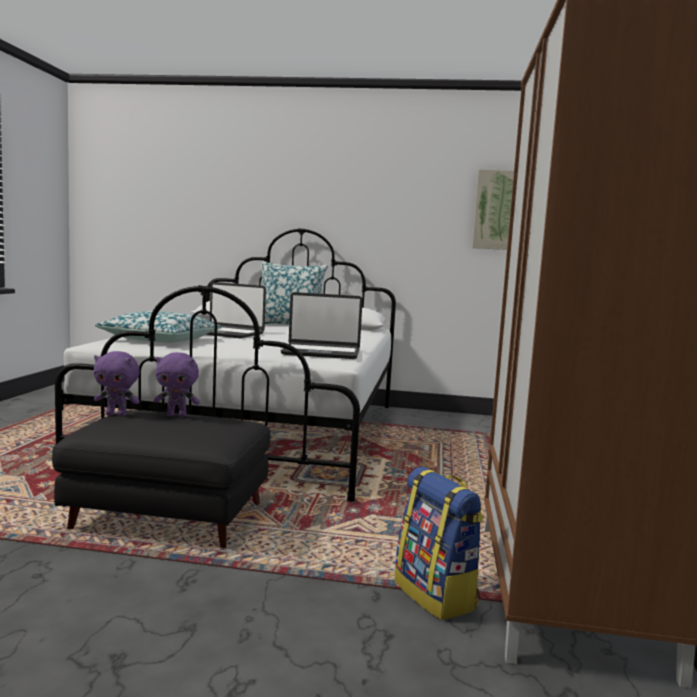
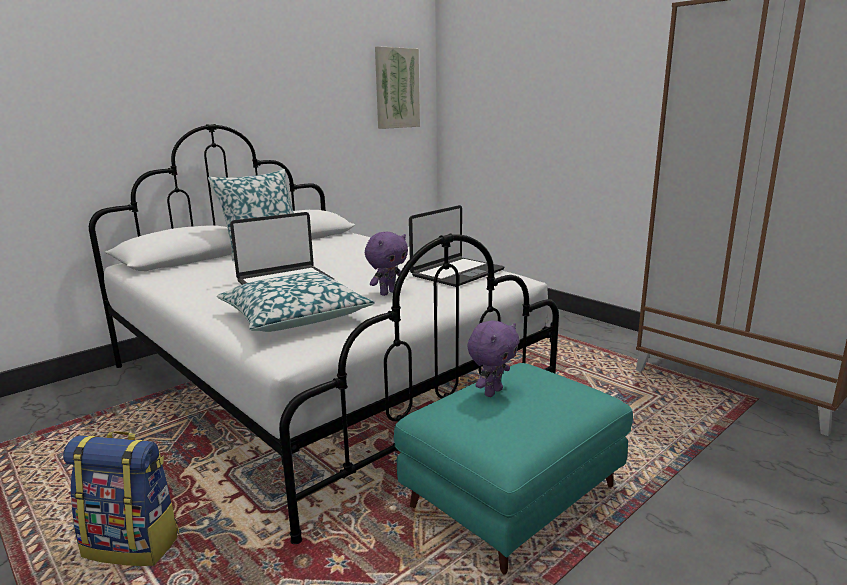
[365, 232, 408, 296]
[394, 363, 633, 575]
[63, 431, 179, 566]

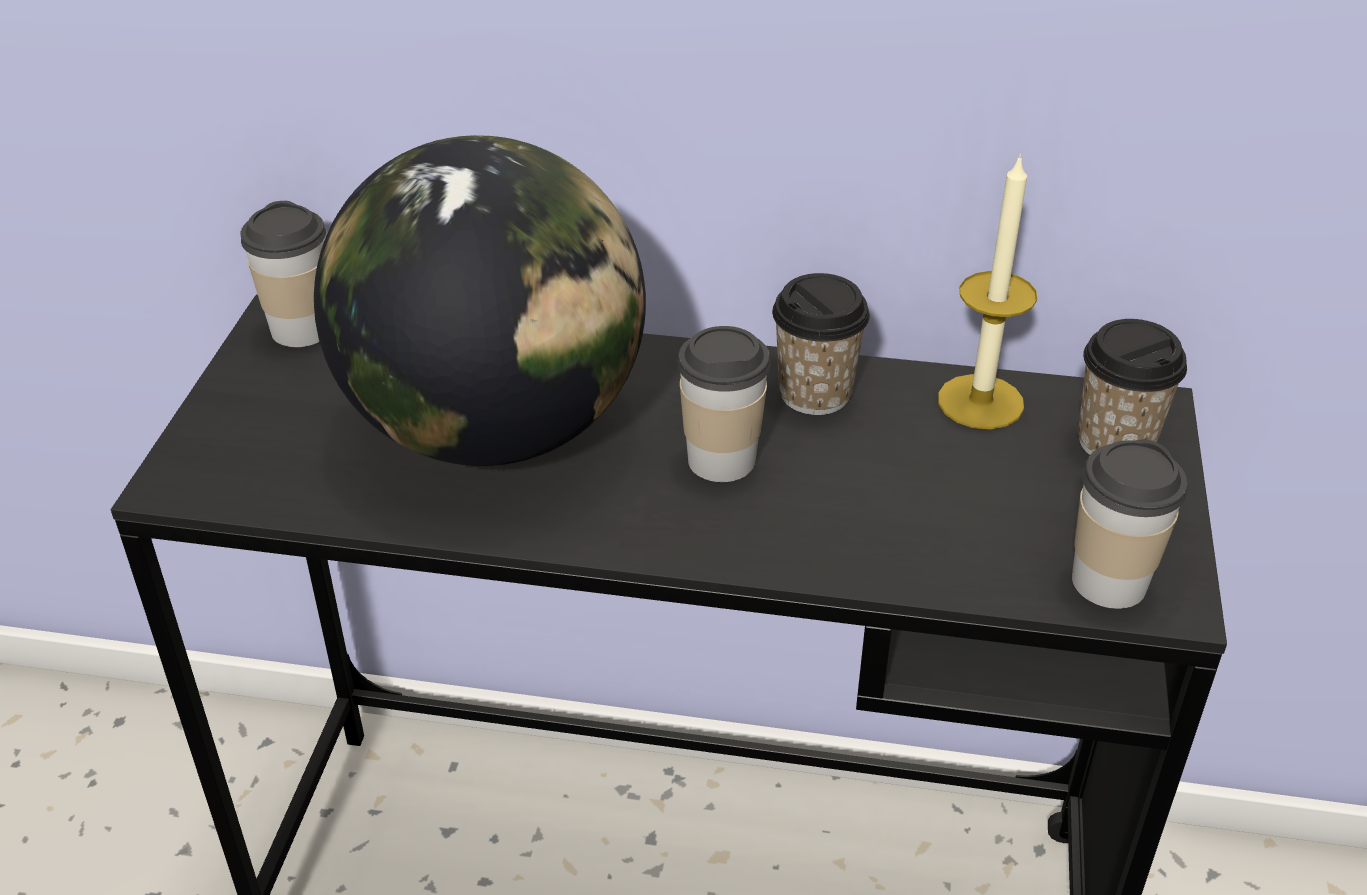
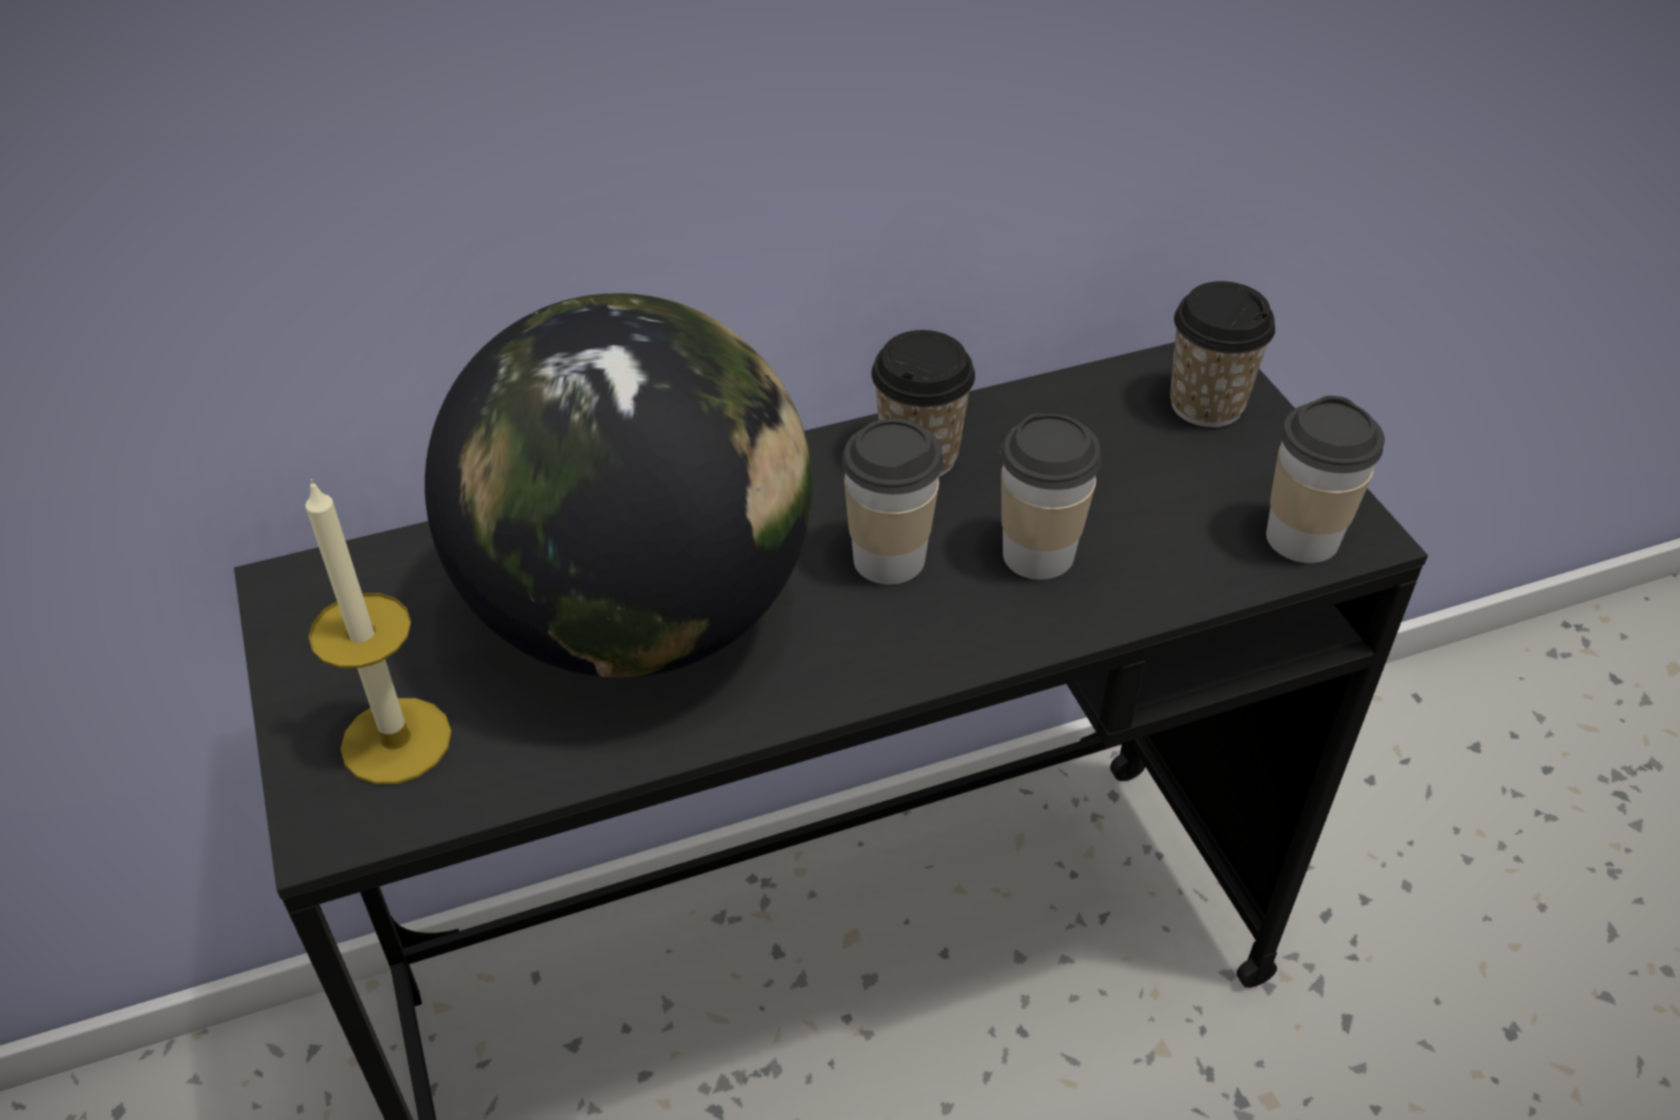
[305, 479, 452, 784]
[1001, 413, 1102, 580]

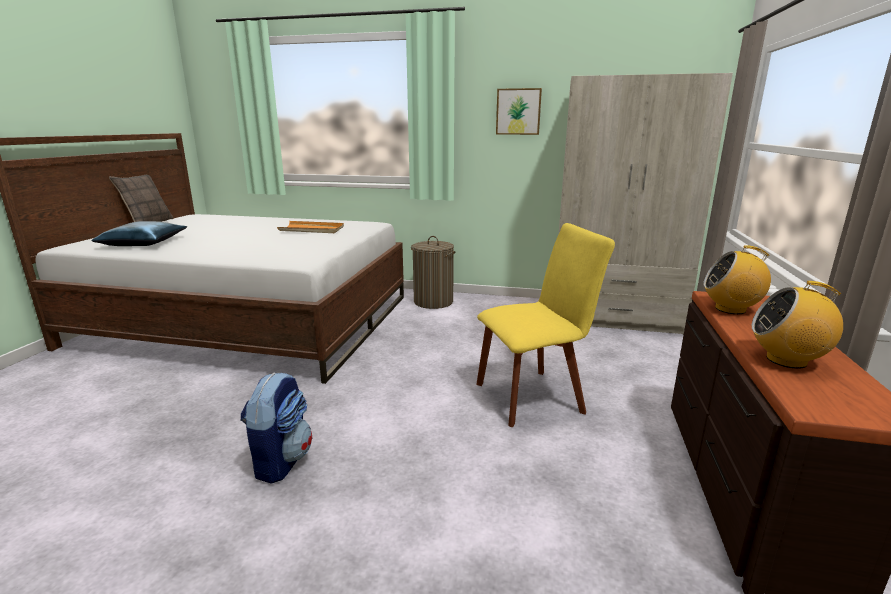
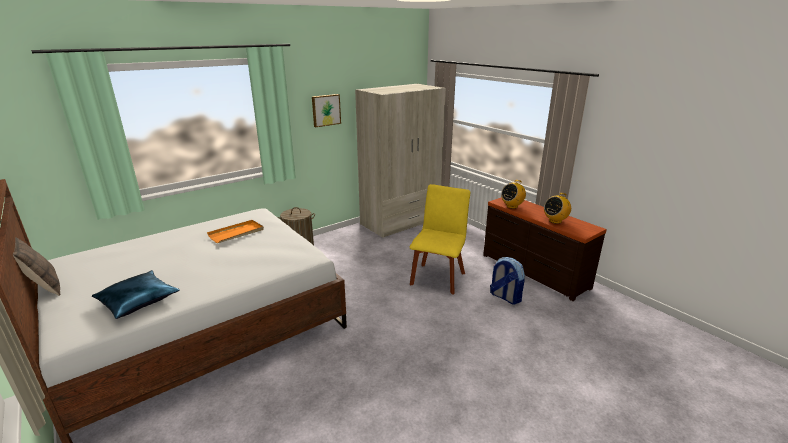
[490, 257, 525, 305]

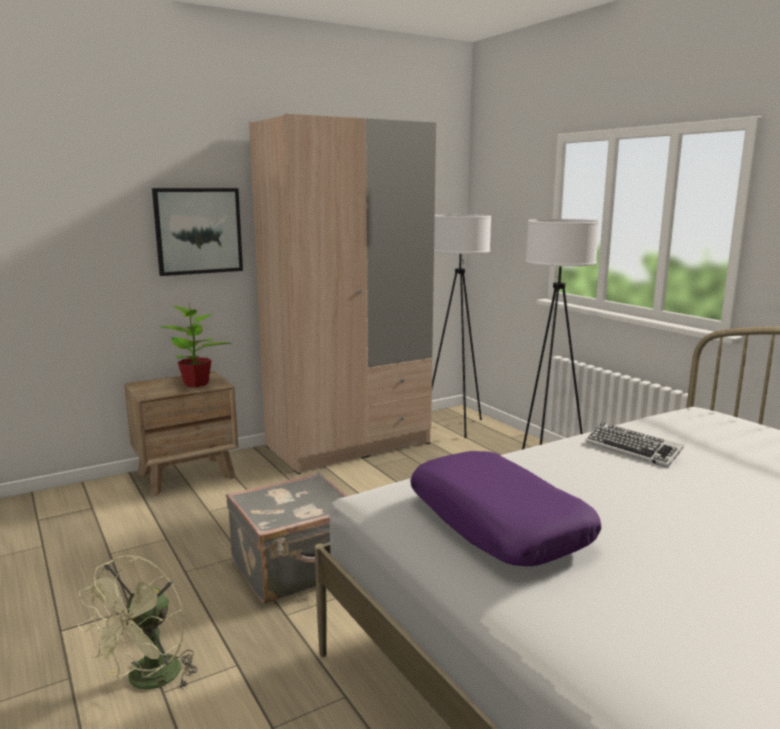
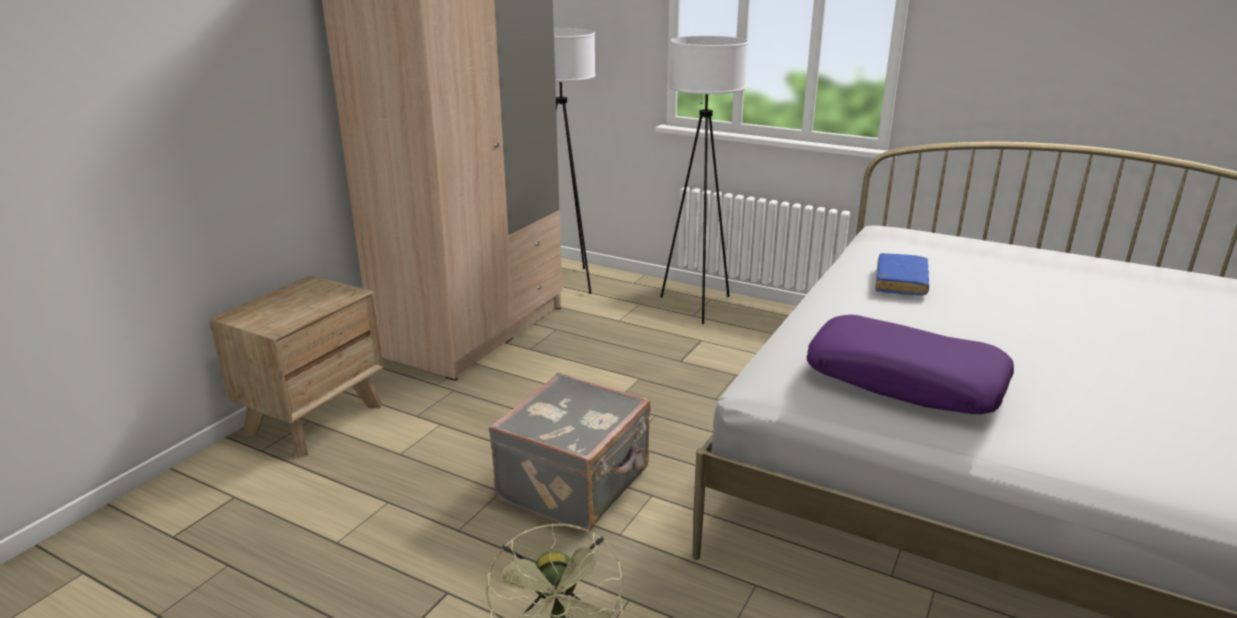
[152, 188, 243, 276] (first image)
[160, 306, 233, 387] (first image)
[875, 253, 929, 295]

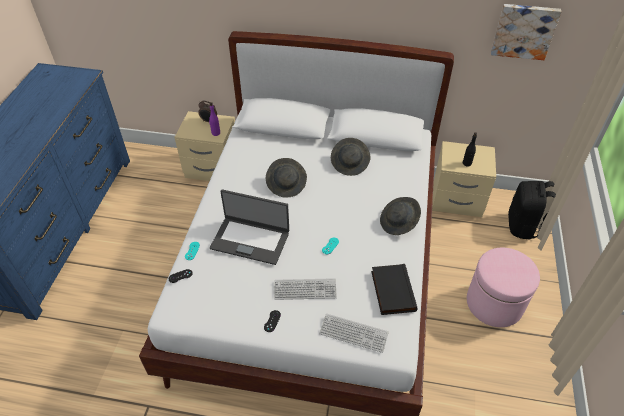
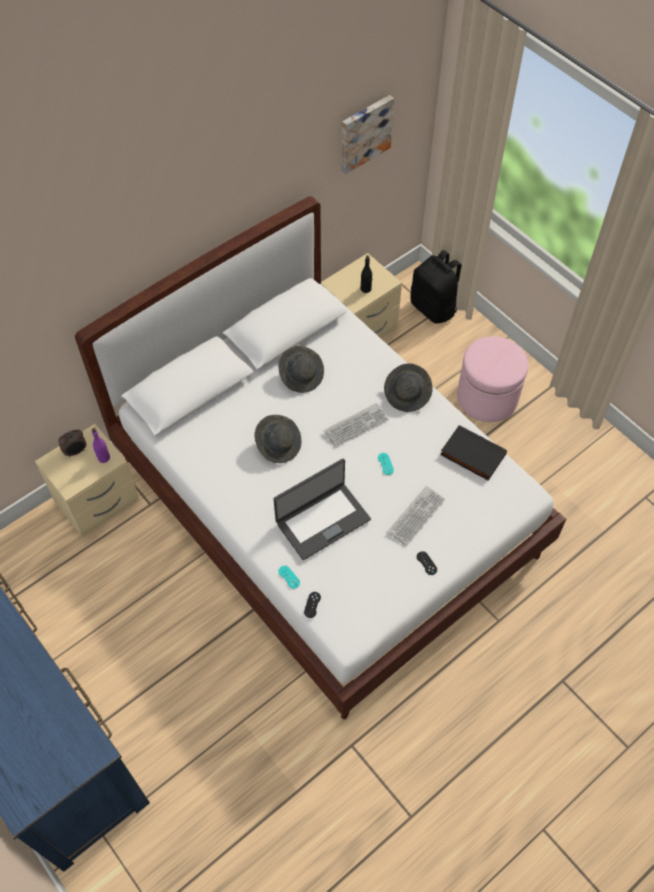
[323, 403, 389, 448]

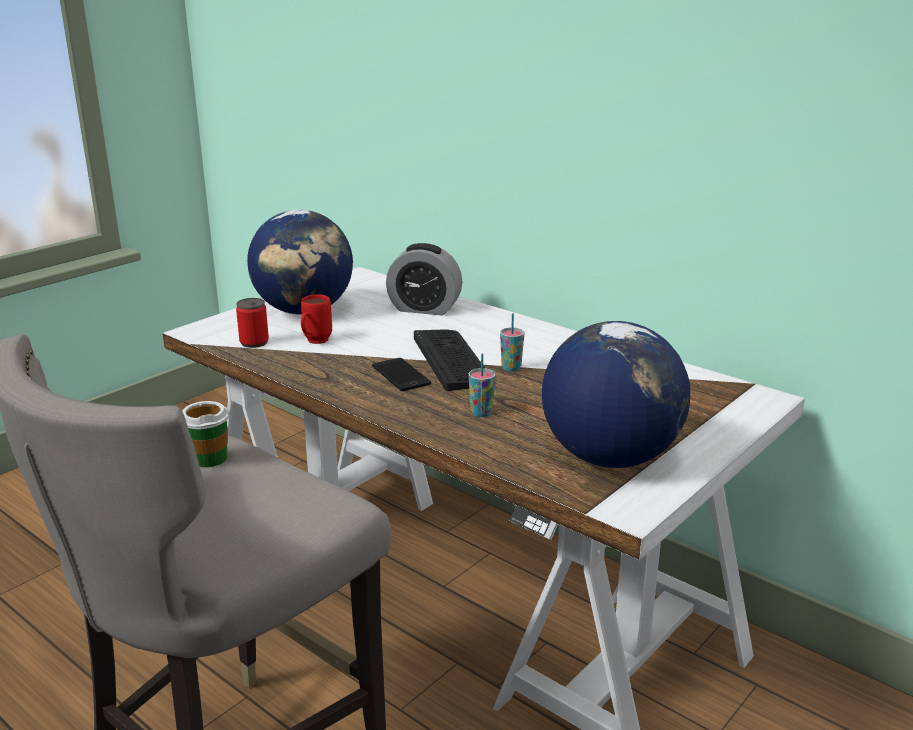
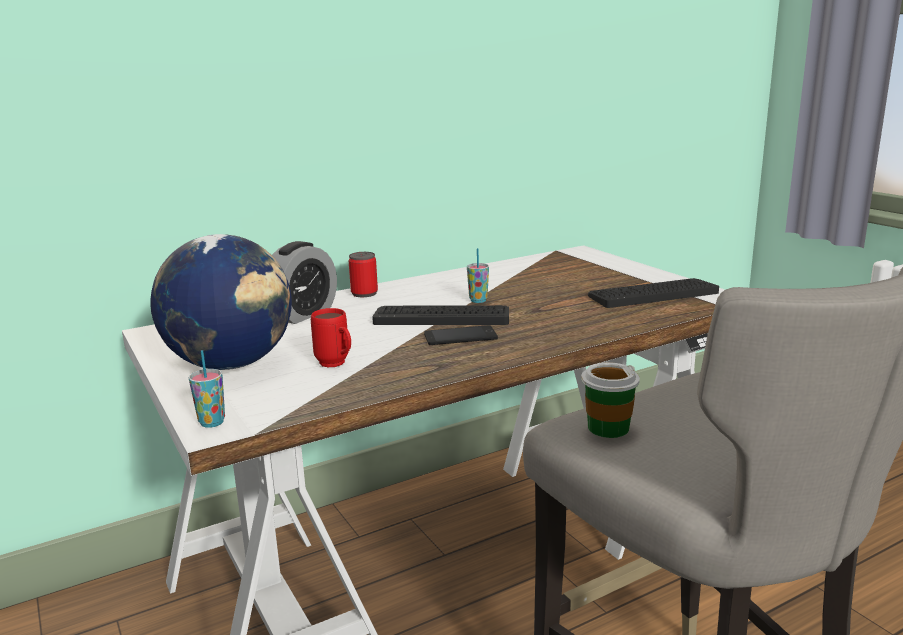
[349, 252, 378, 297]
[588, 278, 719, 308]
[188, 350, 225, 428]

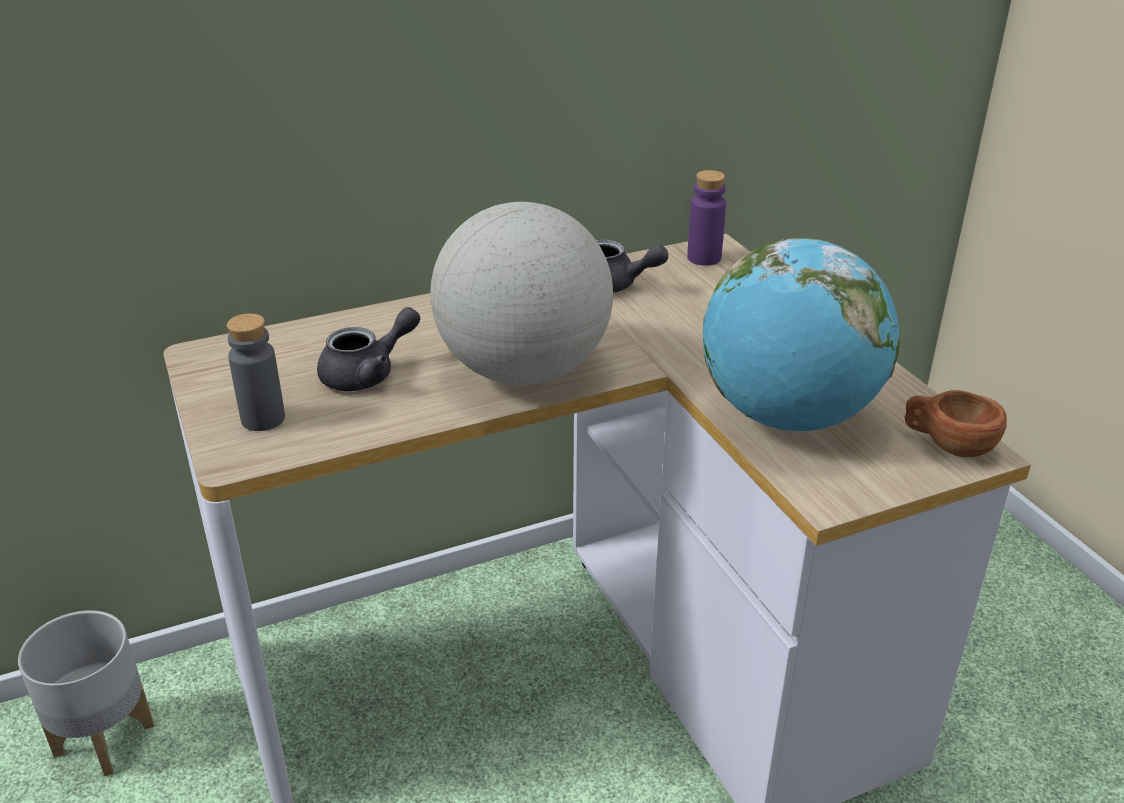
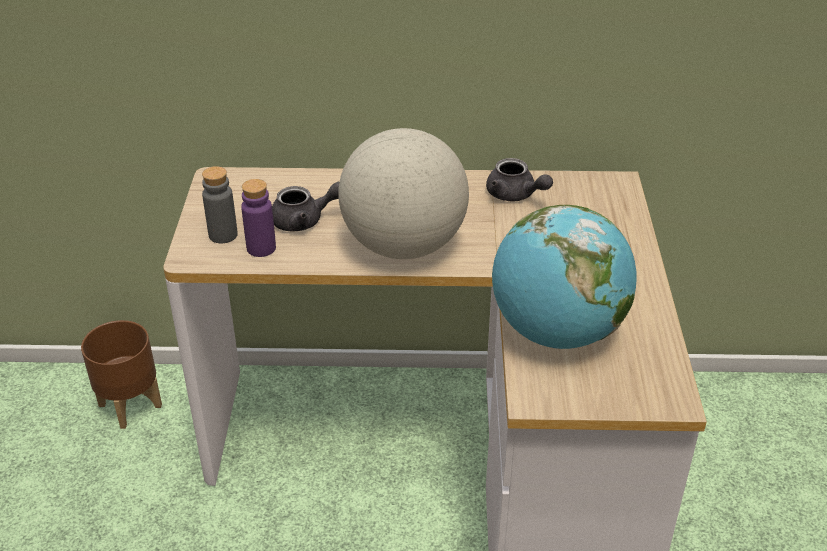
[241, 179, 276, 257]
[905, 390, 1007, 458] (first image)
[81, 320, 162, 429]

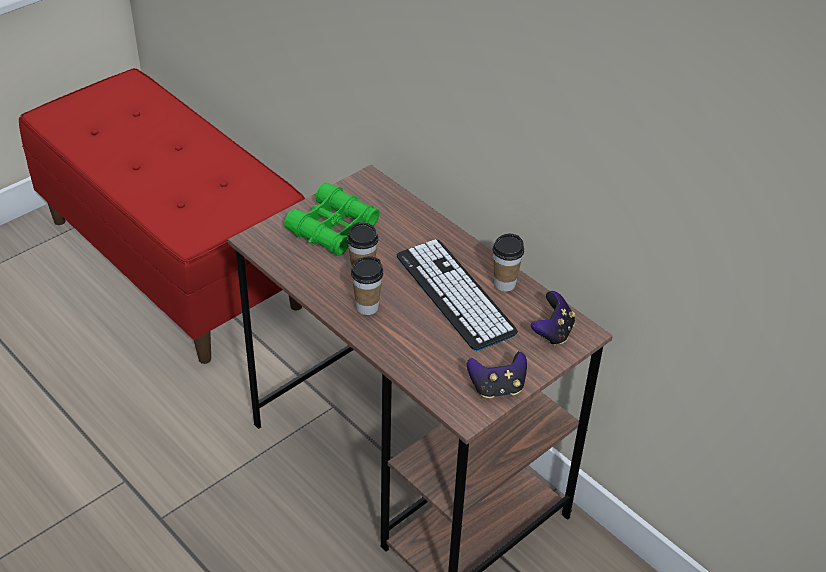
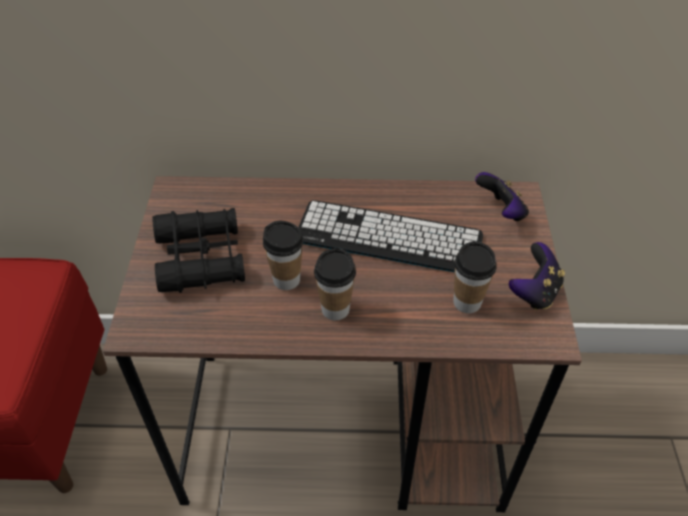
[152, 208, 245, 293]
[453, 241, 497, 313]

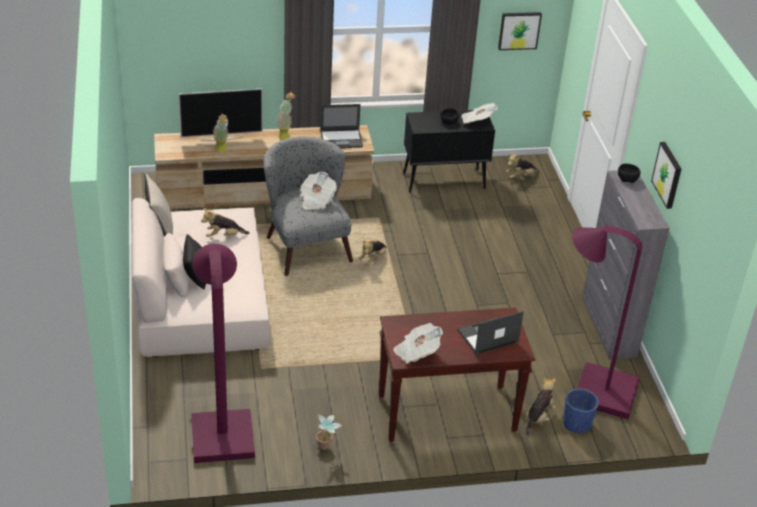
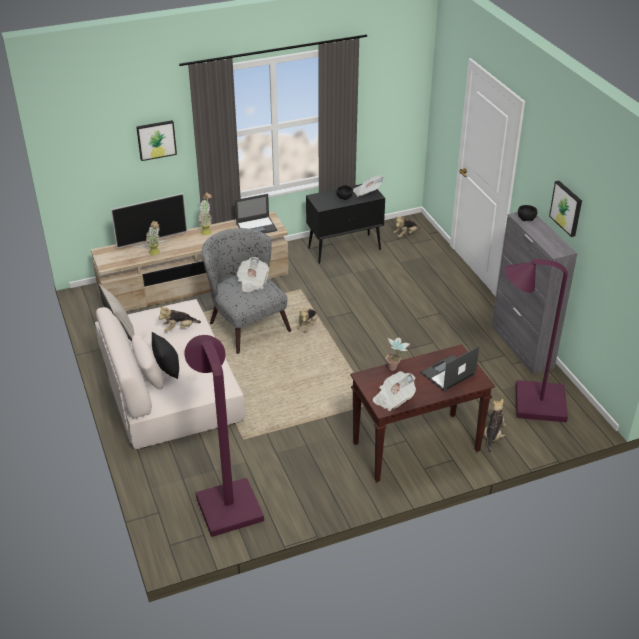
[136, 120, 177, 161]
[563, 389, 599, 434] (first image)
[386, 337, 410, 371]

